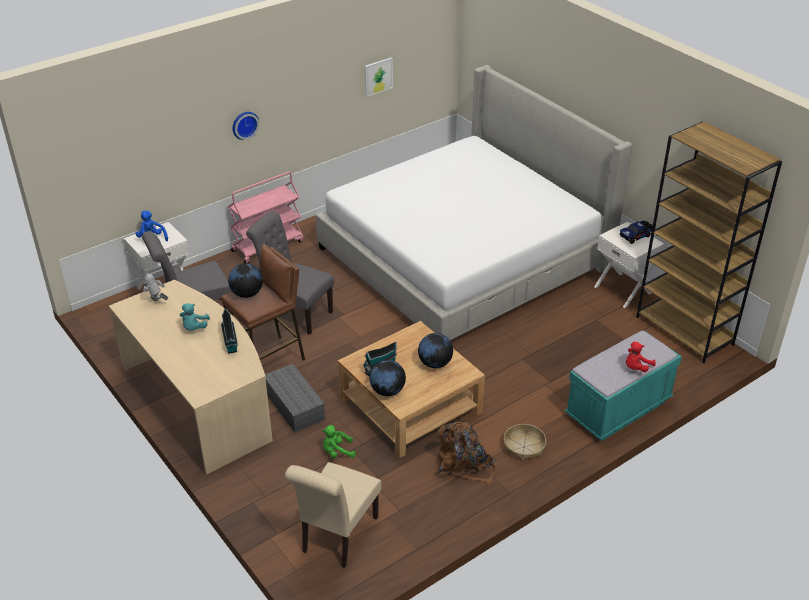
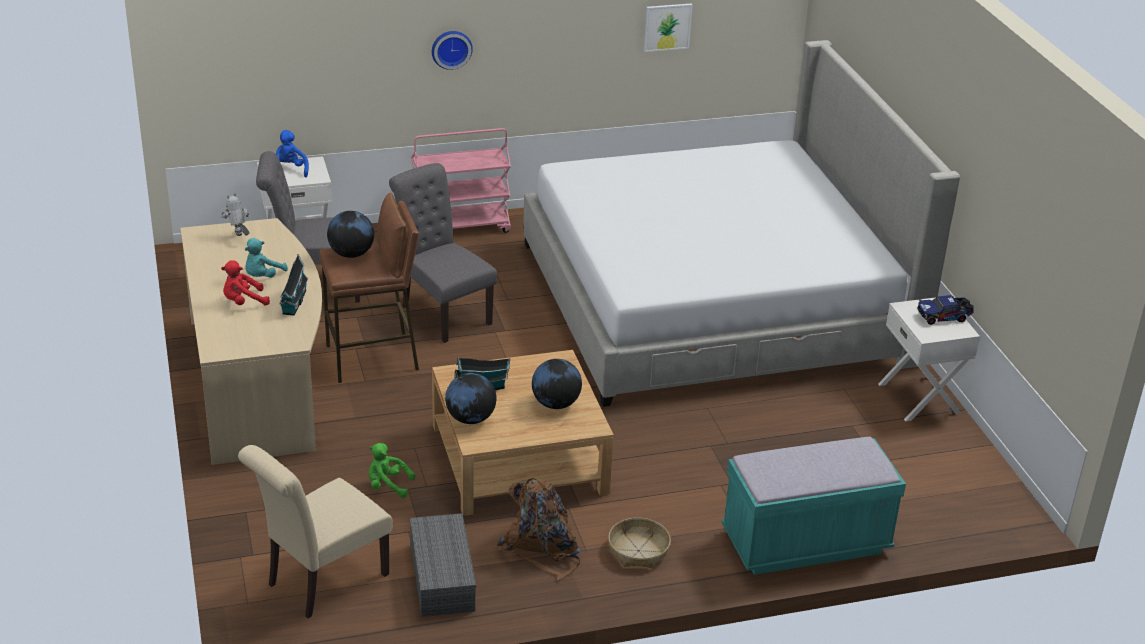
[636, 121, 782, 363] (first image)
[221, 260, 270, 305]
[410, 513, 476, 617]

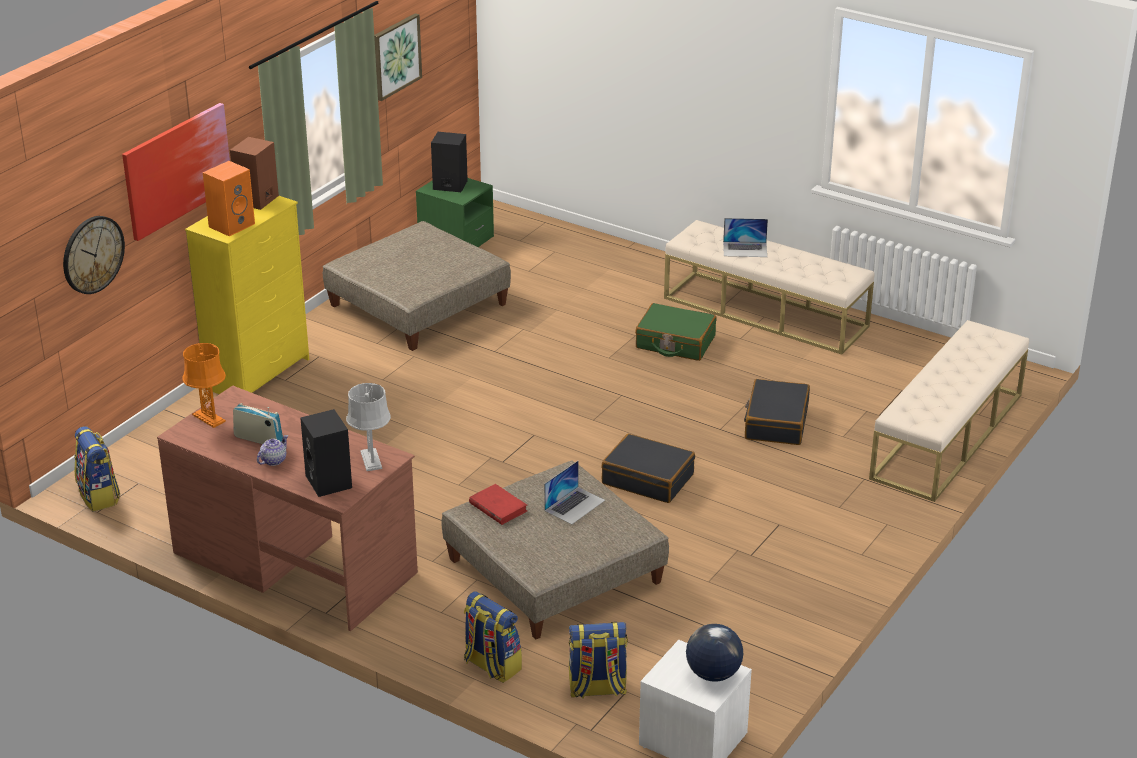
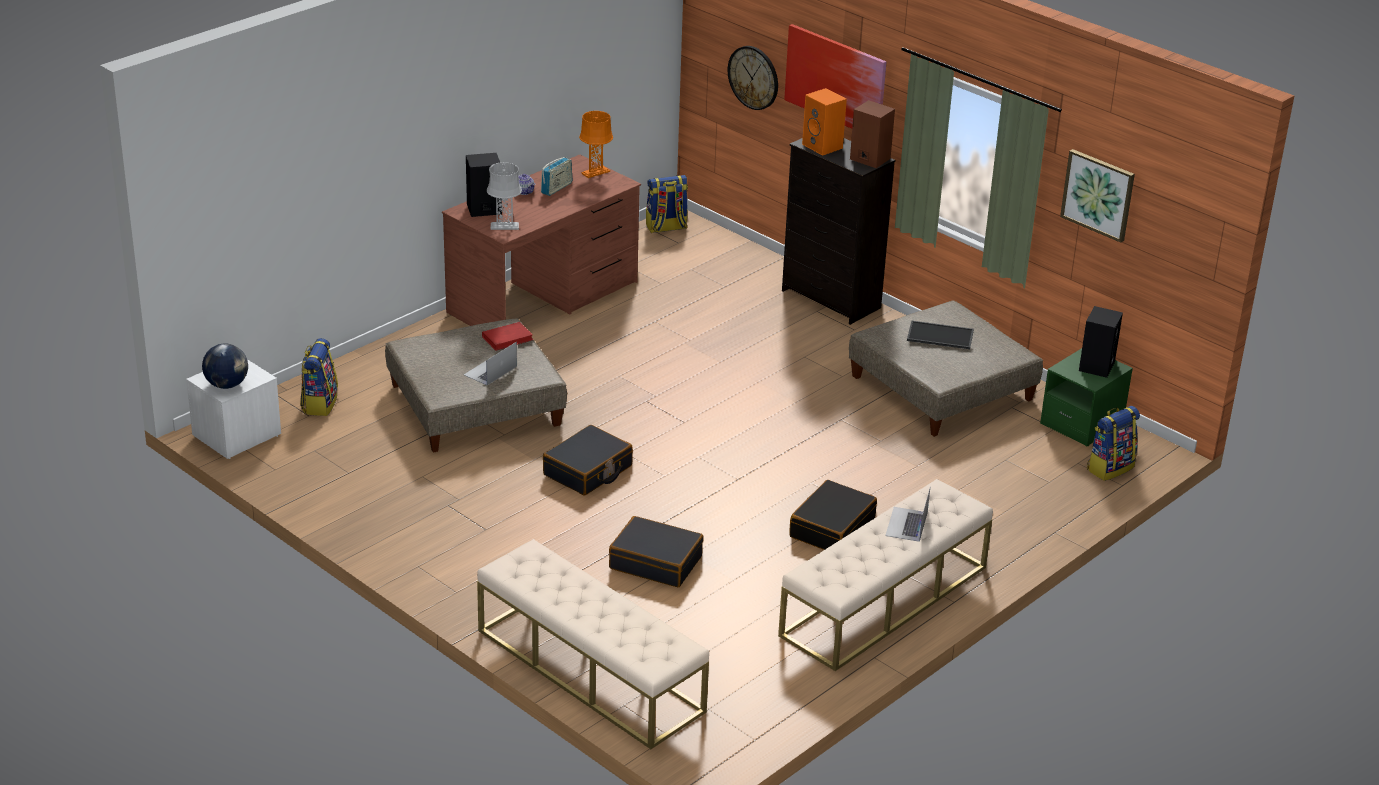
[782, 138, 895, 325]
[789, 480, 877, 550]
[464, 342, 517, 385]
[1087, 406, 1140, 481]
[907, 320, 974, 349]

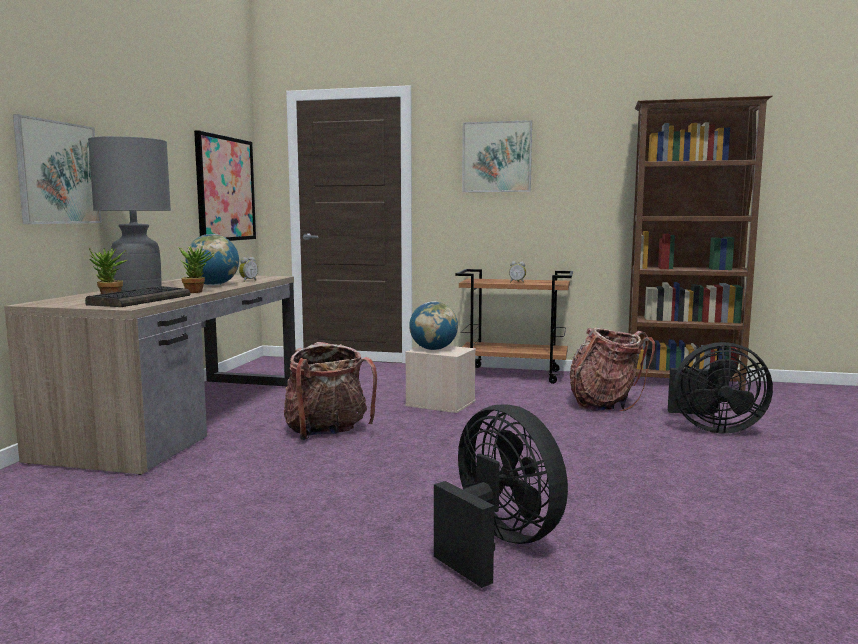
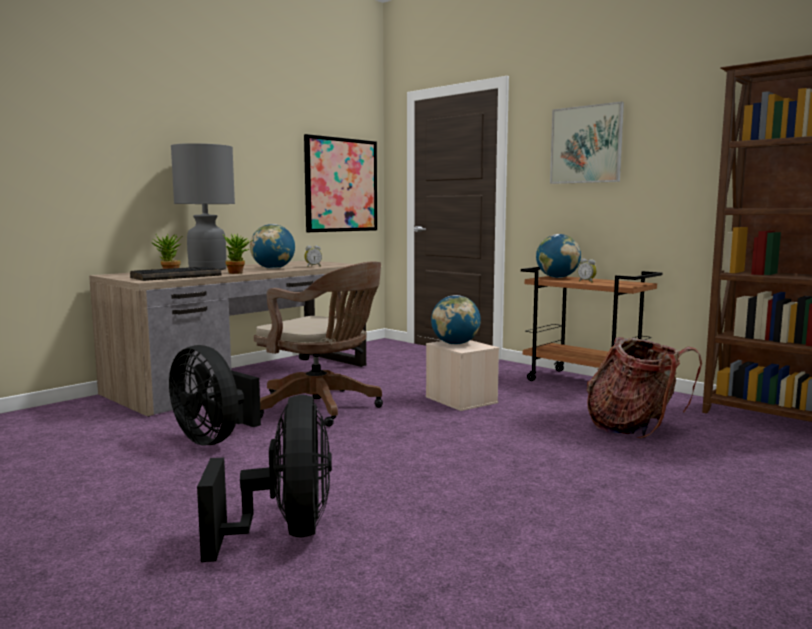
[13, 114, 101, 224] (first image)
[254, 261, 383, 427]
[169, 345, 261, 445]
[536, 234, 581, 278]

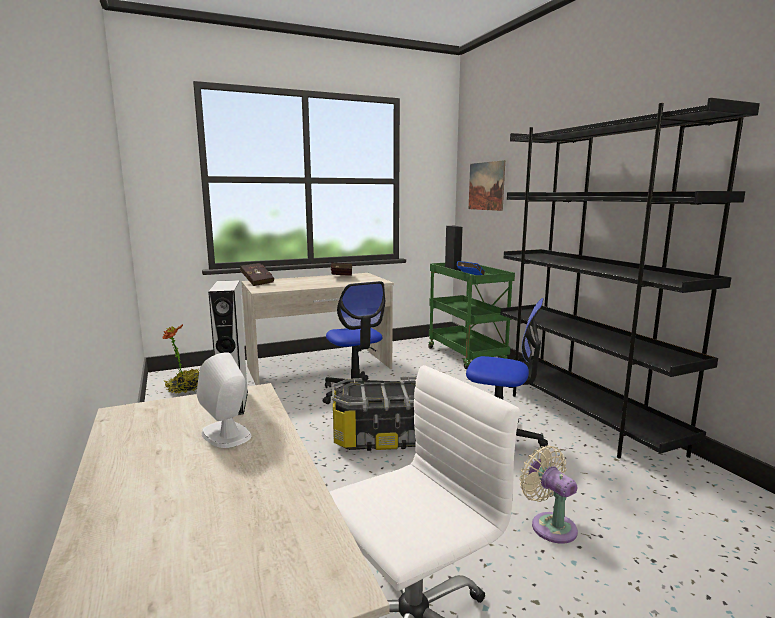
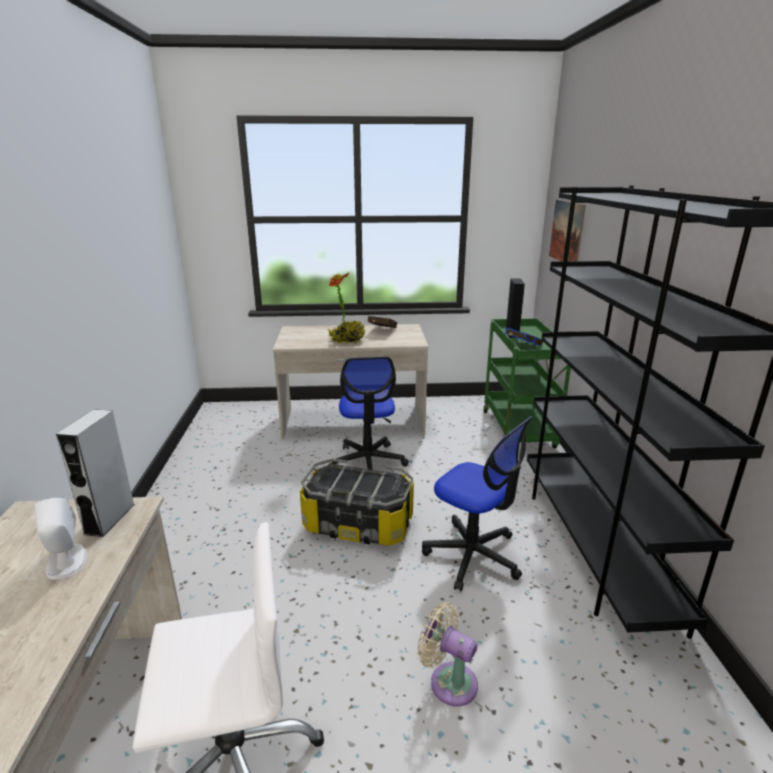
[240, 263, 274, 286] (first image)
[328, 272, 365, 344]
[417, 602, 478, 706]

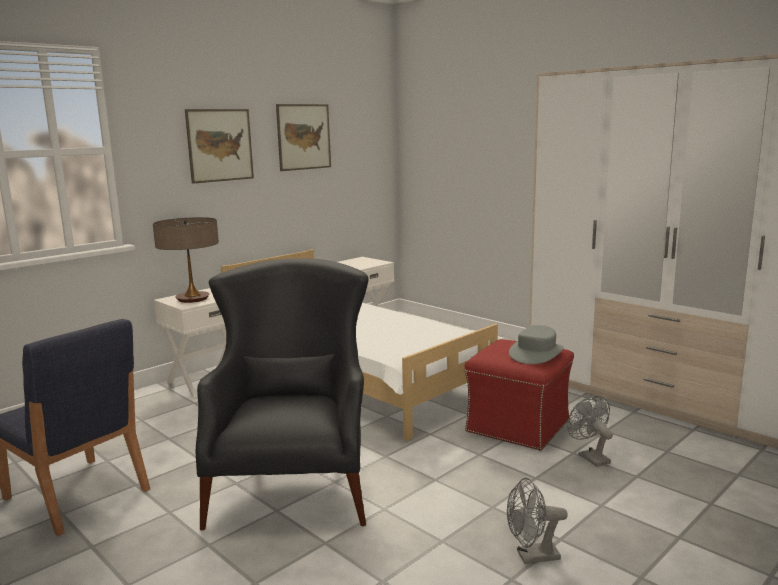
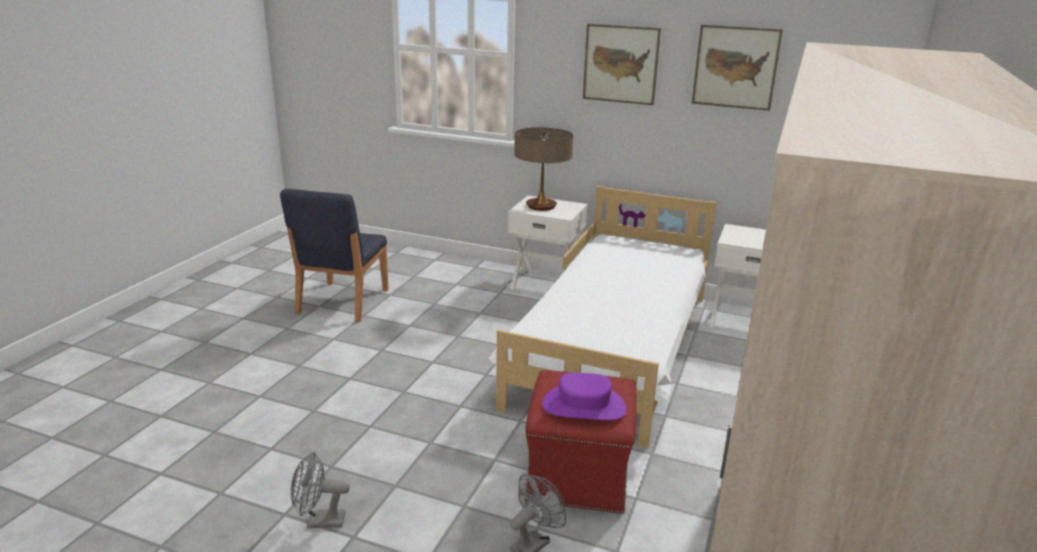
[196, 258, 369, 530] (first image)
[542, 372, 626, 420]
[291, 452, 350, 528]

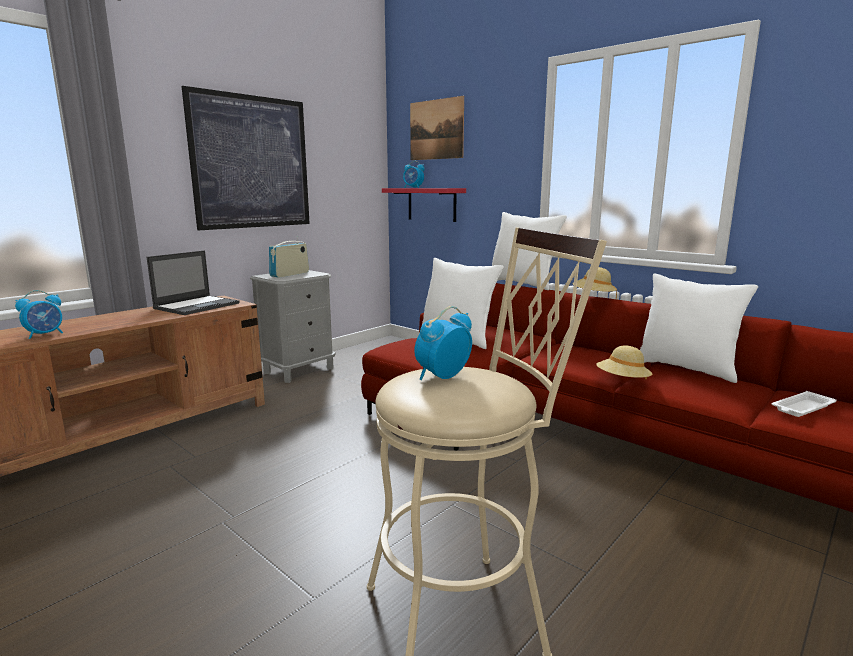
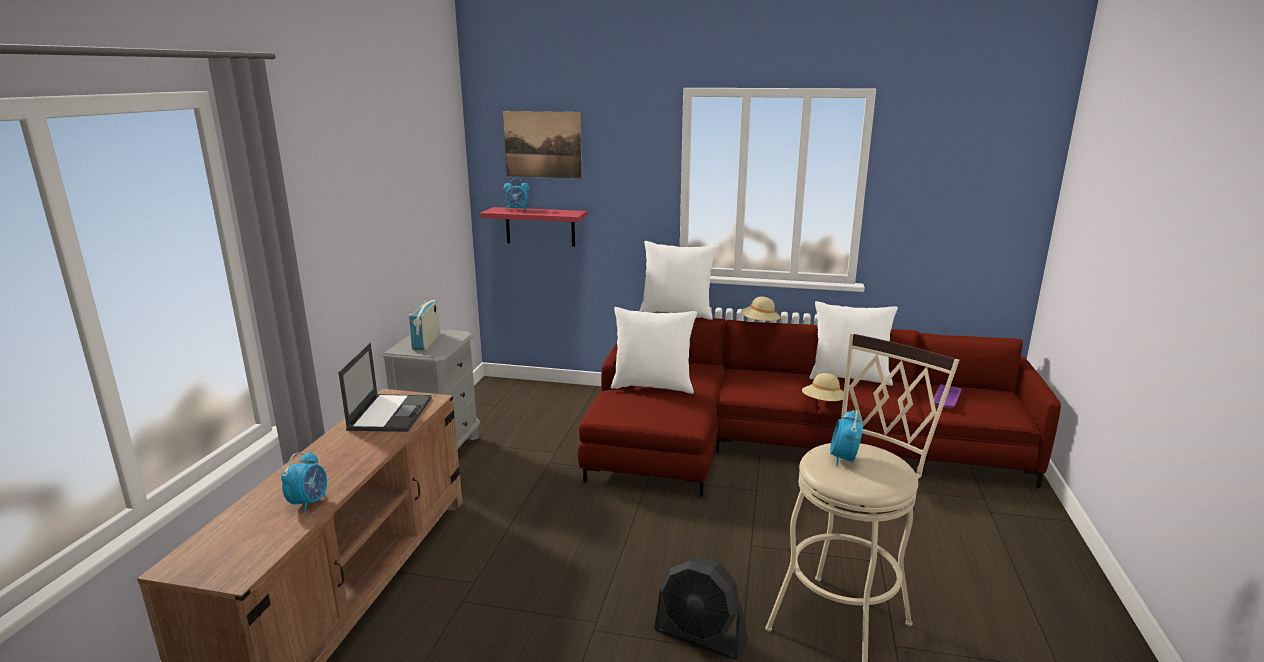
[181, 86, 310, 230] (first image)
[934, 384, 962, 409]
[654, 557, 747, 660]

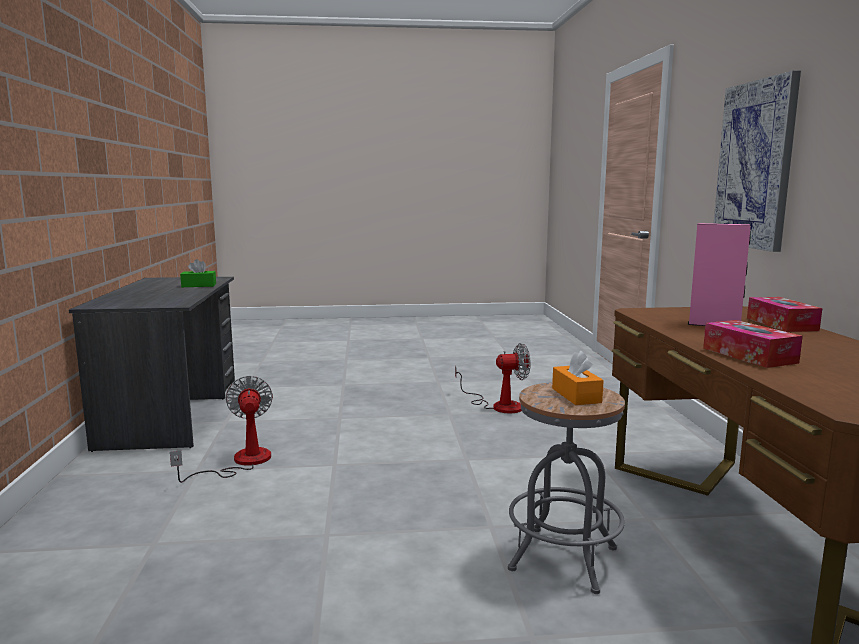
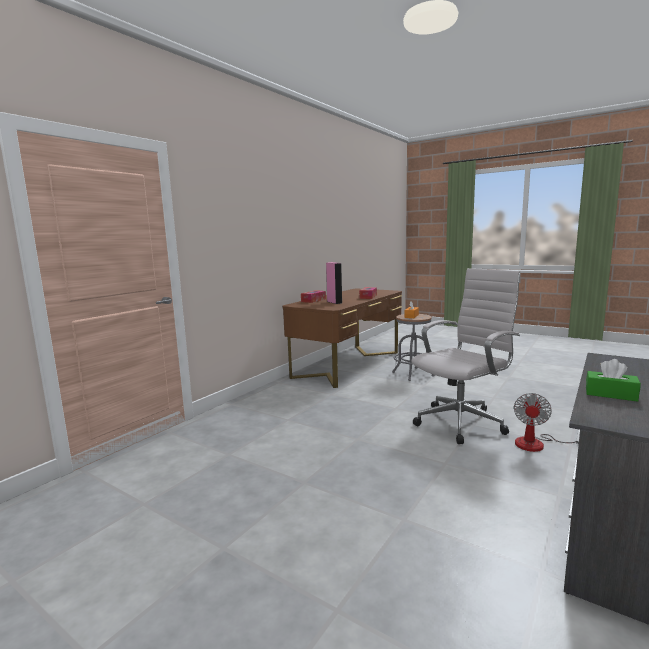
[714, 71, 801, 252] (first image)
[455, 343, 531, 413] (first image)
[411, 268, 521, 444]

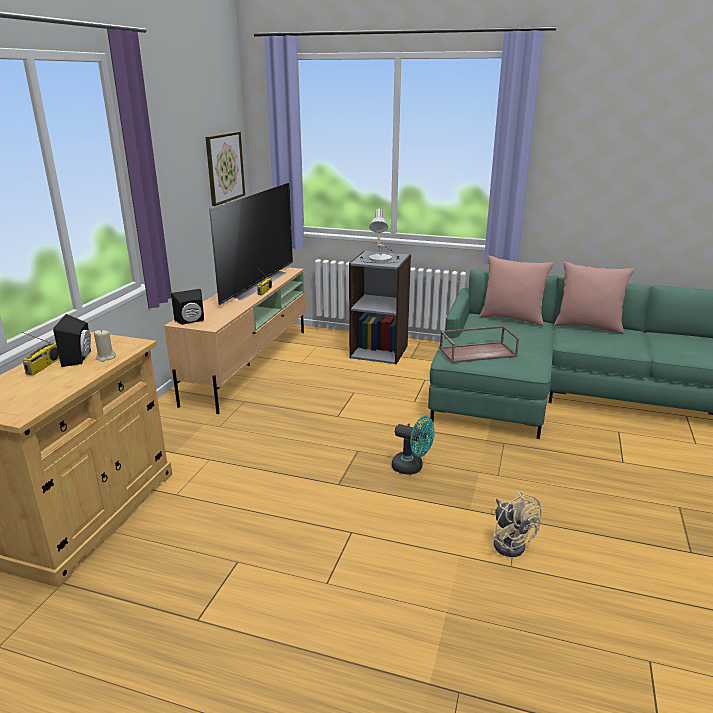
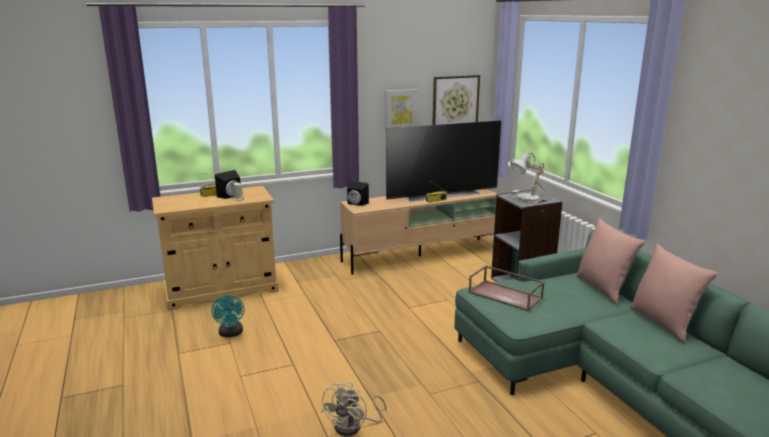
[211, 295, 245, 337]
[385, 89, 418, 131]

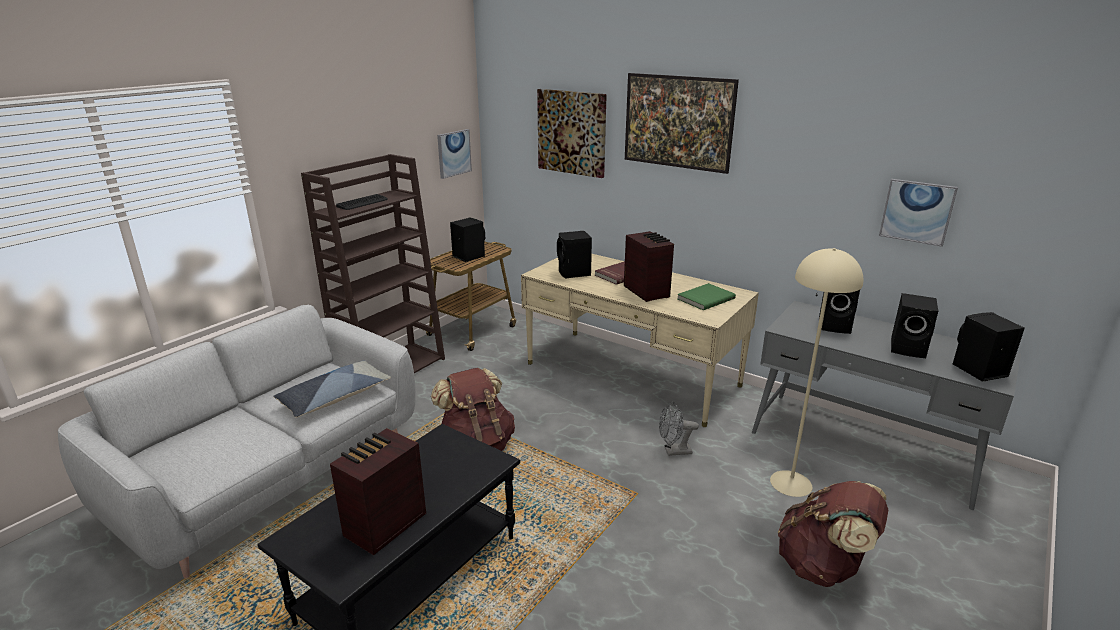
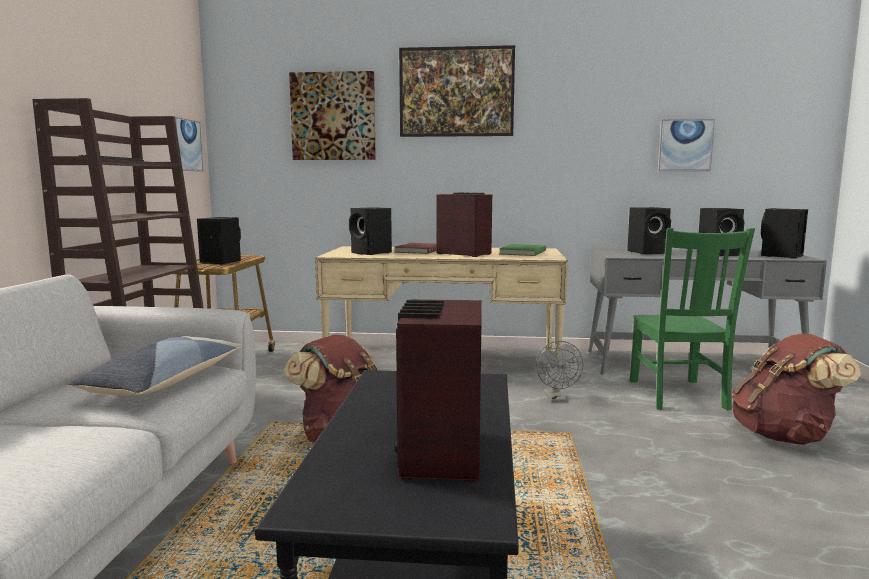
[630, 228, 755, 410]
[536, 341, 584, 402]

